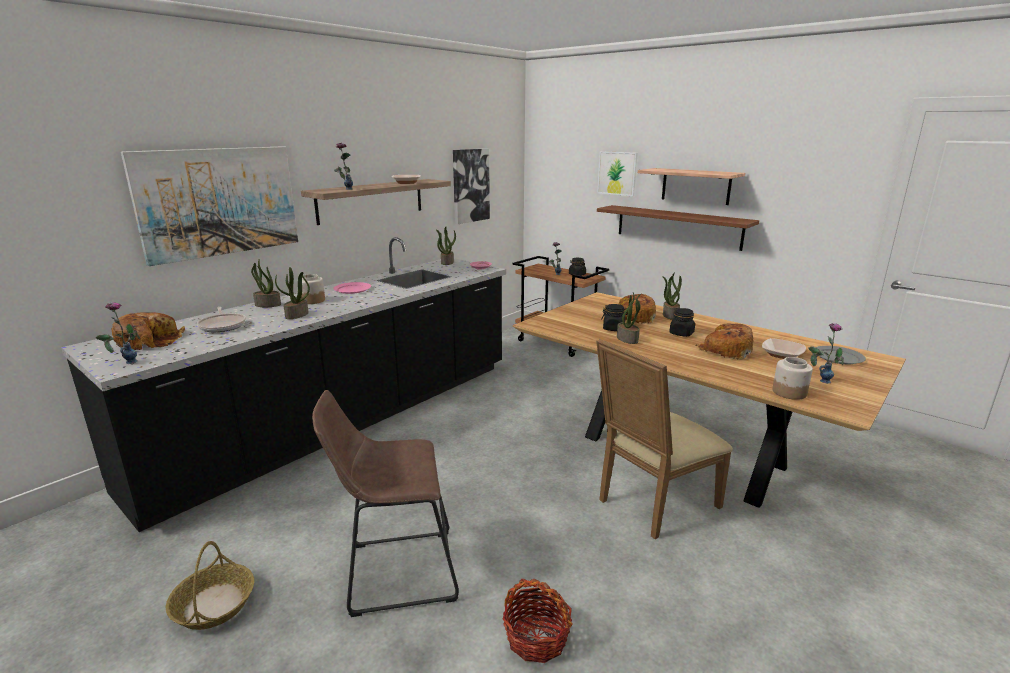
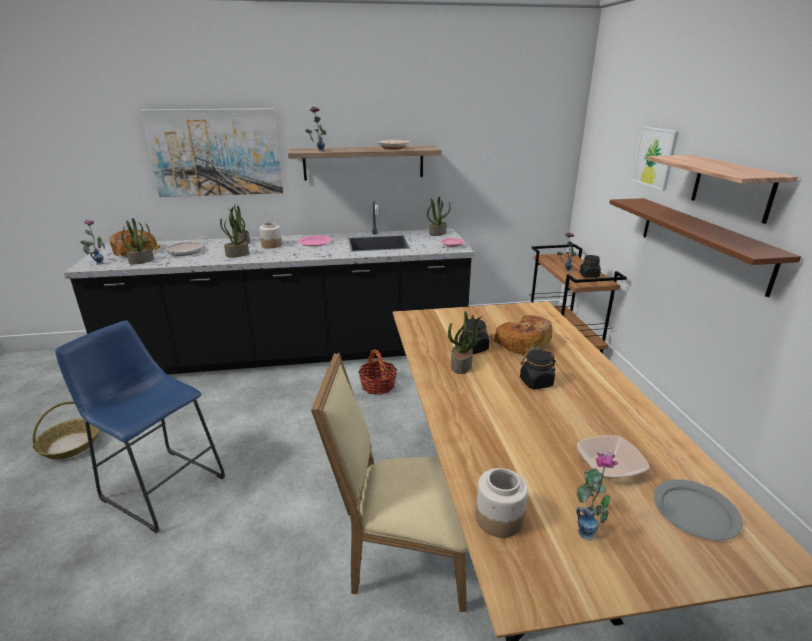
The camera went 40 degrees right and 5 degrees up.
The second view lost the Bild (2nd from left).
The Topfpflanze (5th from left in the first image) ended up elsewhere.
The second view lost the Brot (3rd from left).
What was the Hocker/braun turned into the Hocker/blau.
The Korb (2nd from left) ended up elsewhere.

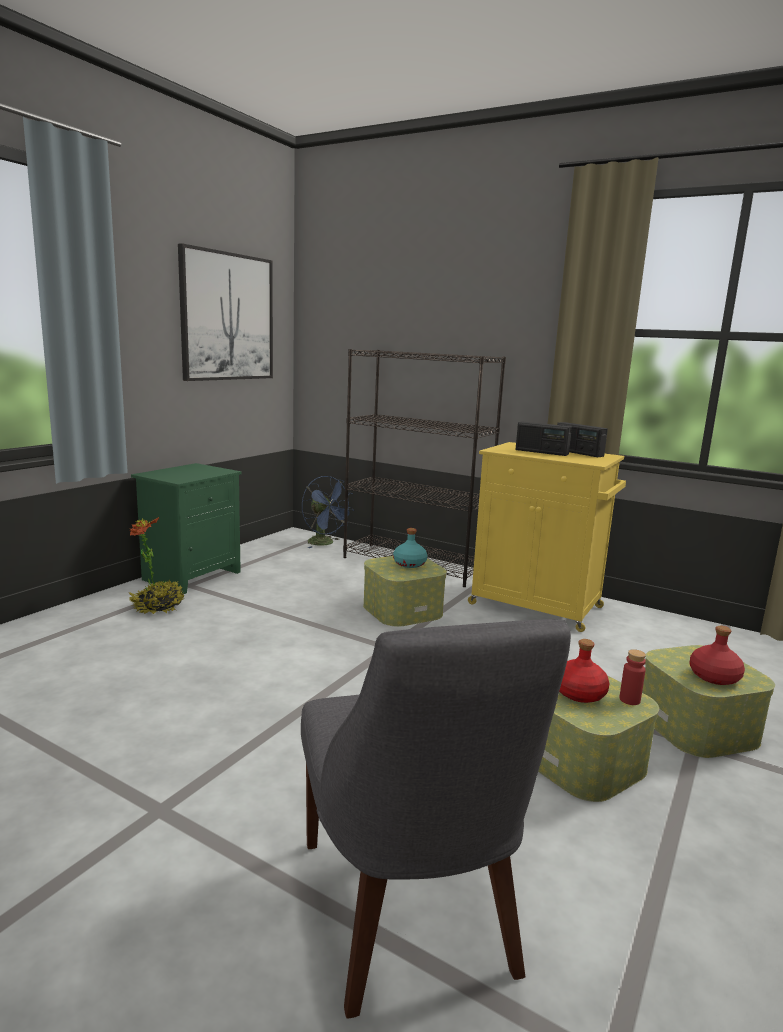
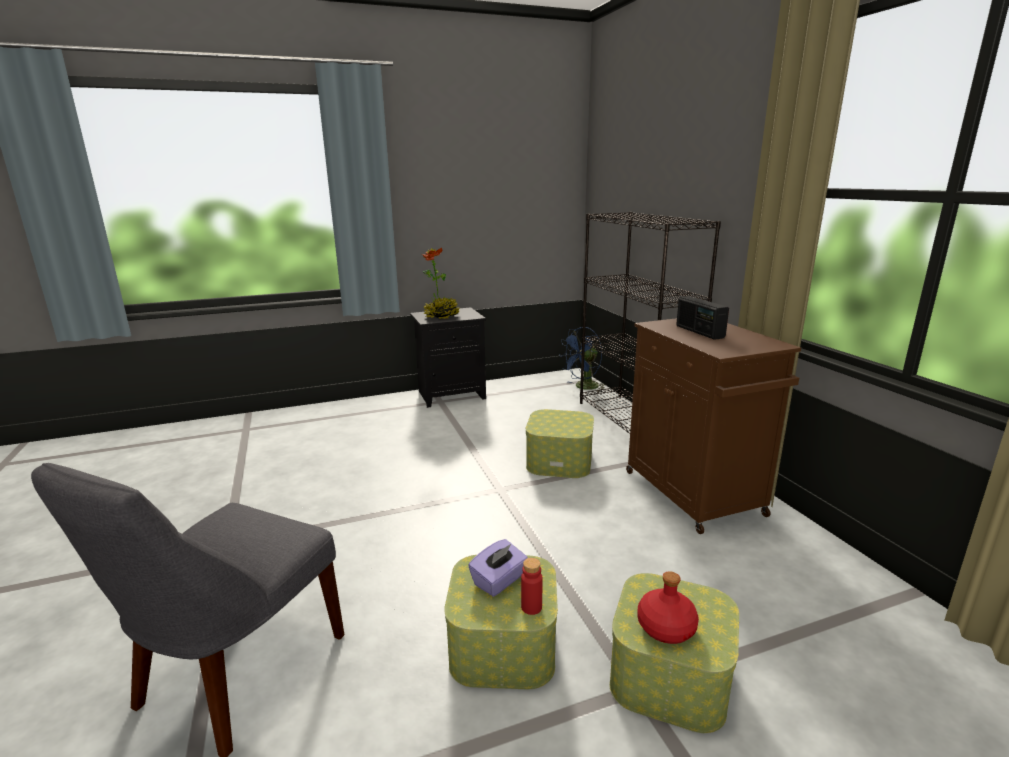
The camera went 40 degrees right and 5 degrees up.
The second view lost the Bild.
The second view lost the Radio (2nd from left).
What was the Schrank/gelb turned into the Schrank/braun.
What was the Nachttisch/grün turned into the Nachttisch/schwarz.
The Ventilator/blau ended up facing another way, 60 degrees clockwise from before.
The Topfpflanze ended up elsewhere.
The second view lost the Flasche/türkis.
Where the Flasche/rot (1st from left) stood, the Taschentuchbox/lila came to stand.

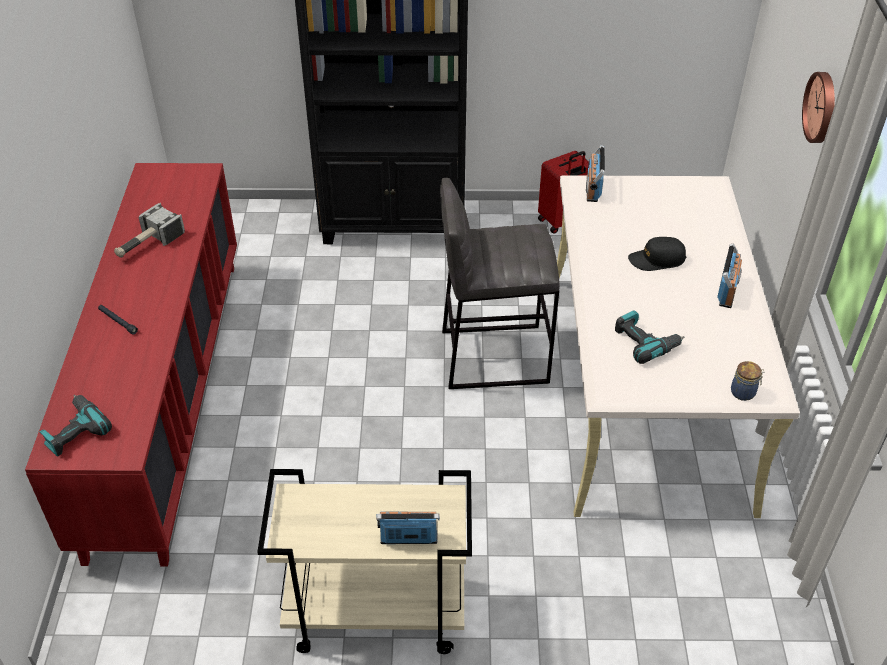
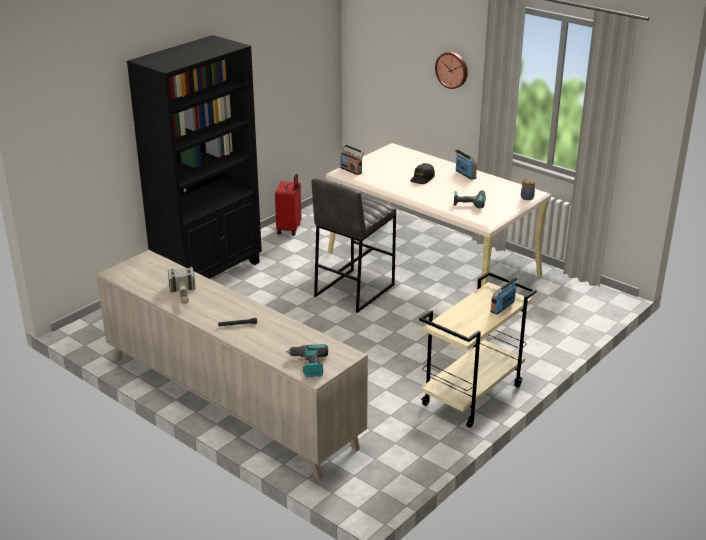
The camera went 50 degrees left and 15 degrees down.
What was the Schrank/rot turned into the Schrank/beige.

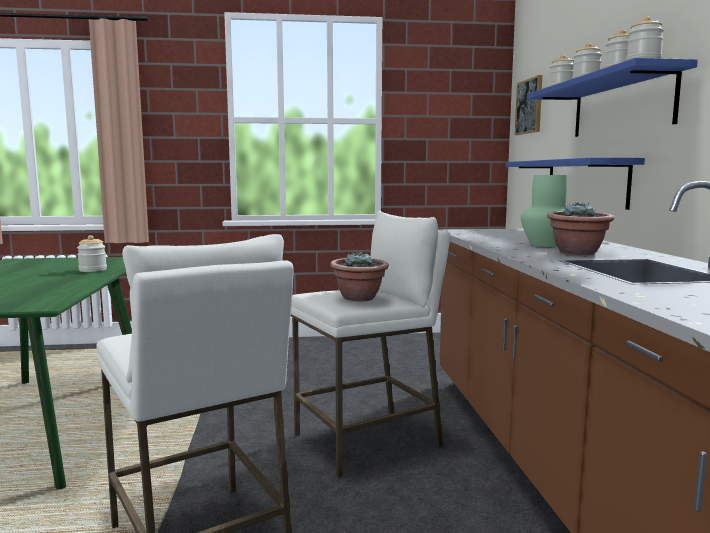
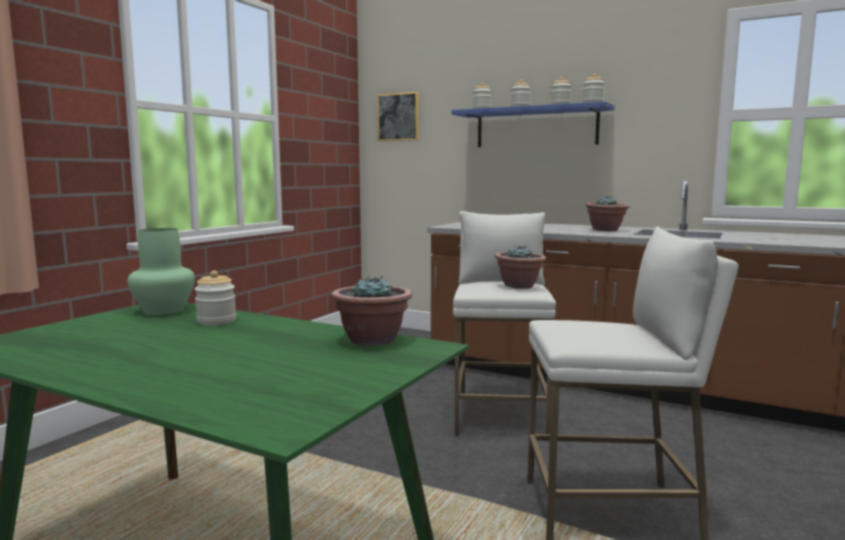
The camera went 55 degrees left and 0 degrees up.
The second view lost the Wandregal/blau (1st from left).
The Vase/grün ended up elsewhere.
The second view gained the Topfpflanze (1st from left).

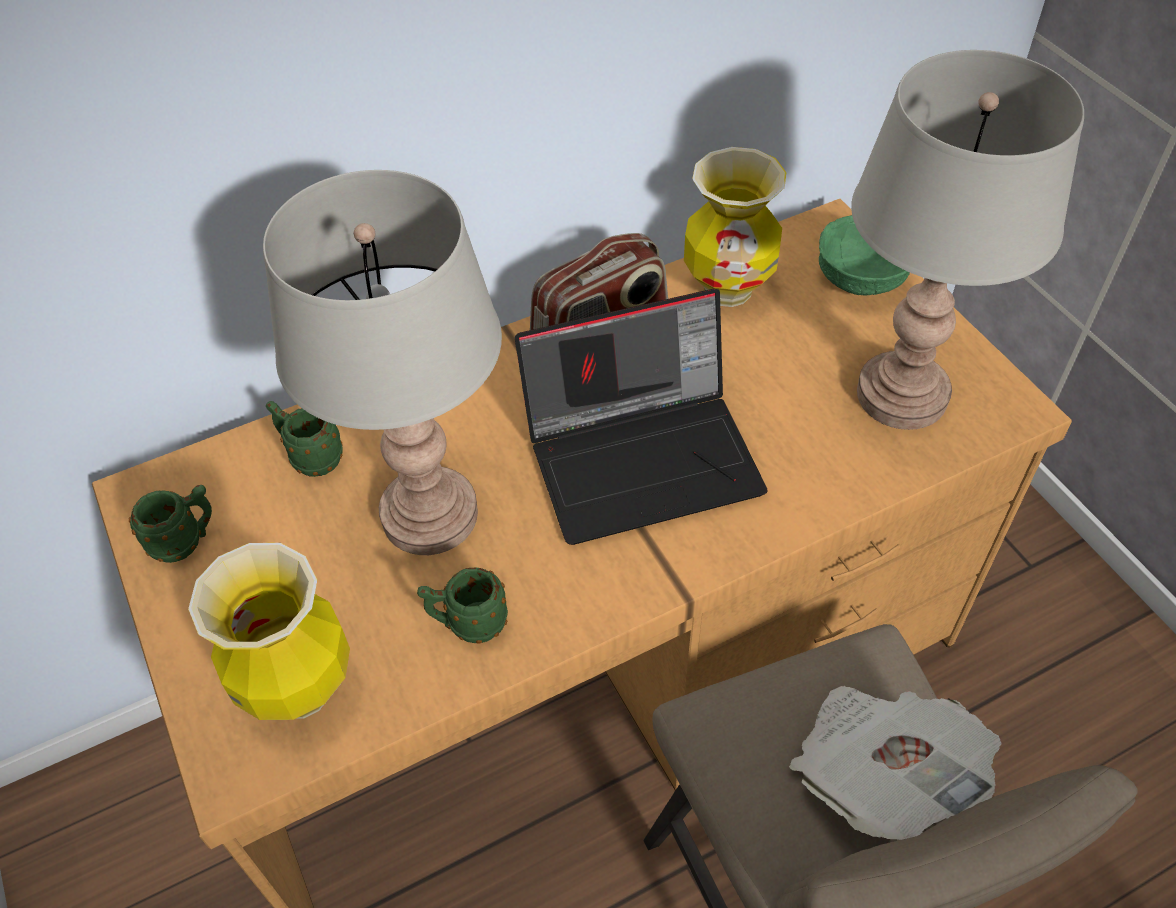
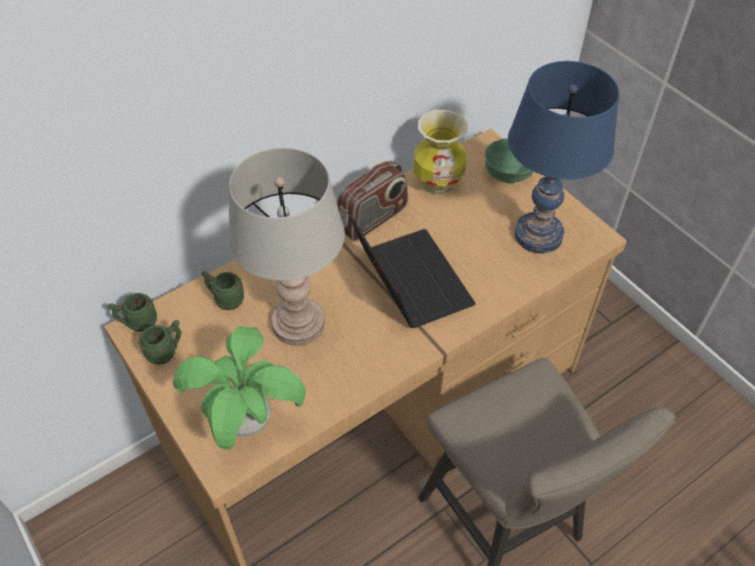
The camera went 10 degrees left and 0 degrees up.
What was the Tischlampe/grau (2nd from left) turned into the Tischlampe/blau.
The Laptop ended up facing another way, 90 degrees counterclockwise from before.
Where the Vase (1st from left) stood, the Topfpflanze came to stand.
The Henkelbecher/grün (3rd from left in the first image) ended up elsewhere.
The second view lost the Zeitung.

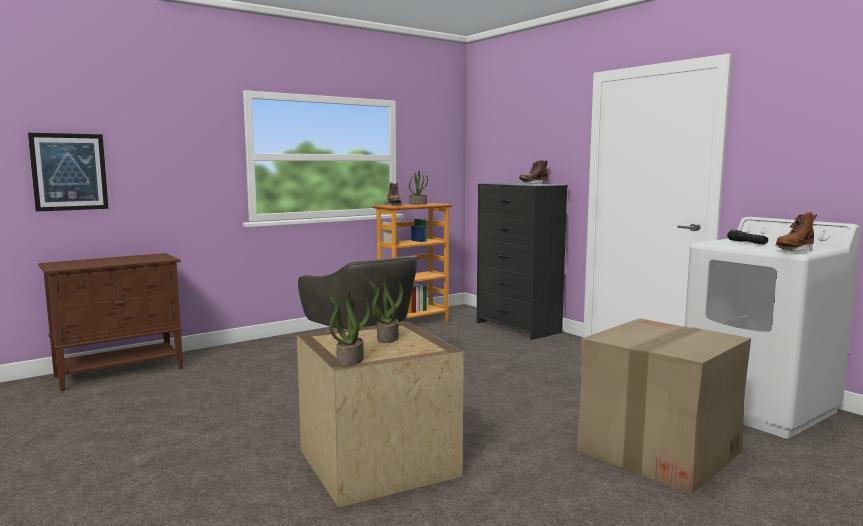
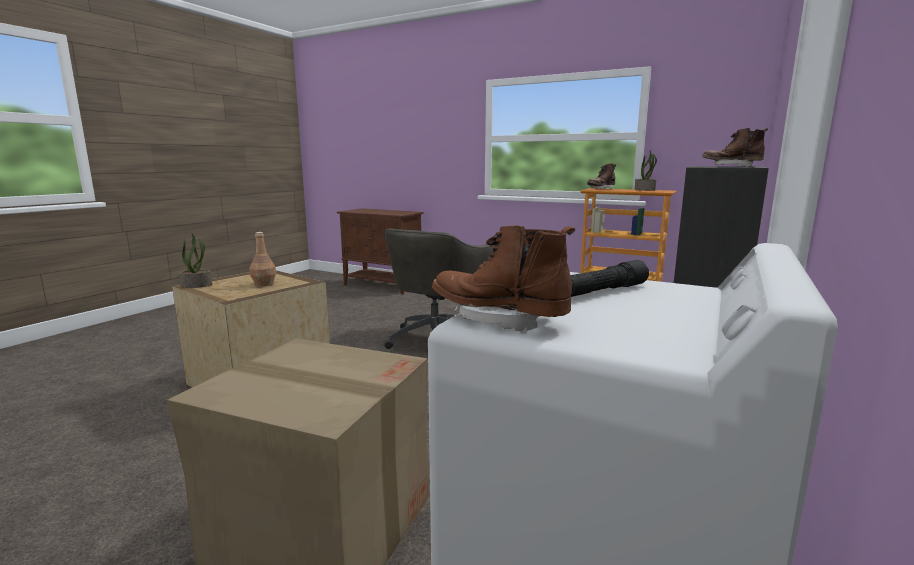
The camera went 65 degrees right and 5 degrees up.
The second view lost the Bild.
Where the Topfpflanze (2nd from left) stood, the Flasche/braun came to stand.

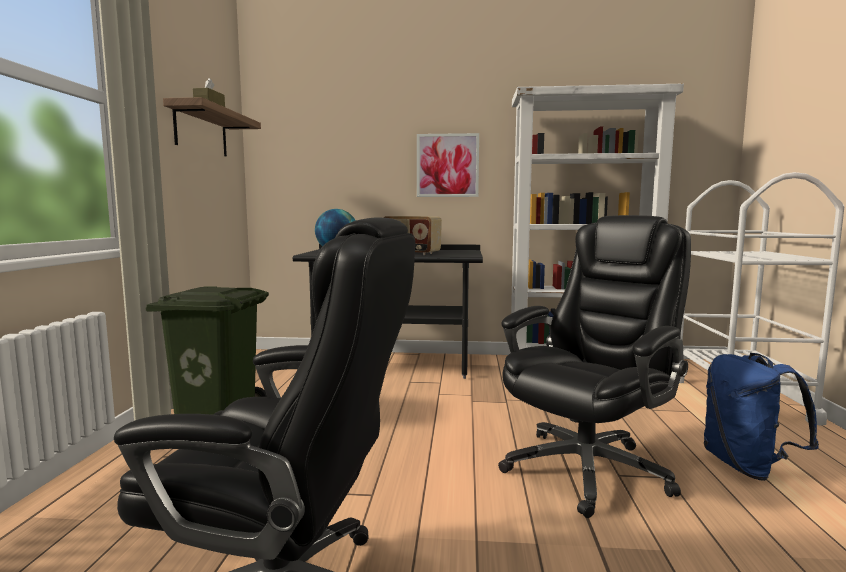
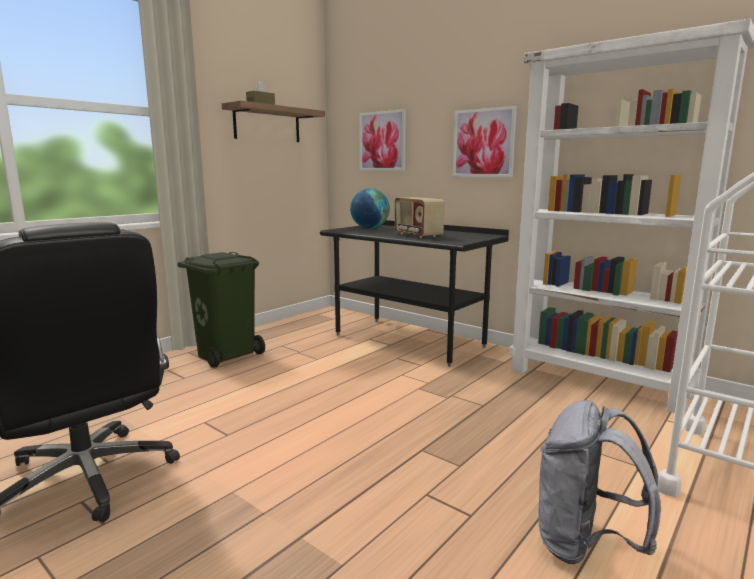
The camera went 35 degrees right and 5 degrees up.
The second view lost the Bürostuhl/schwarz (2nd from left).
What was the Rucksack/blau turned into the Rucksack/grau.
The second view gained the Bild (1st from left).

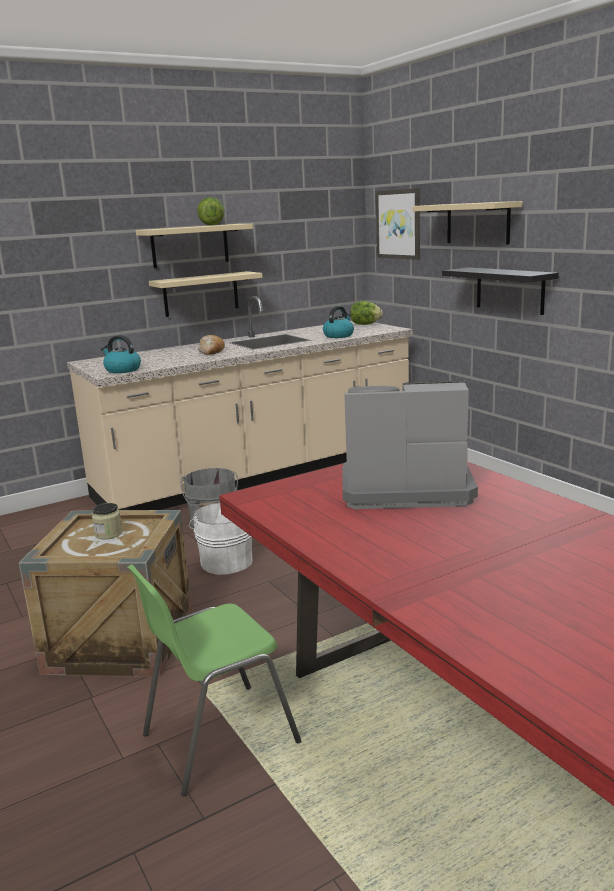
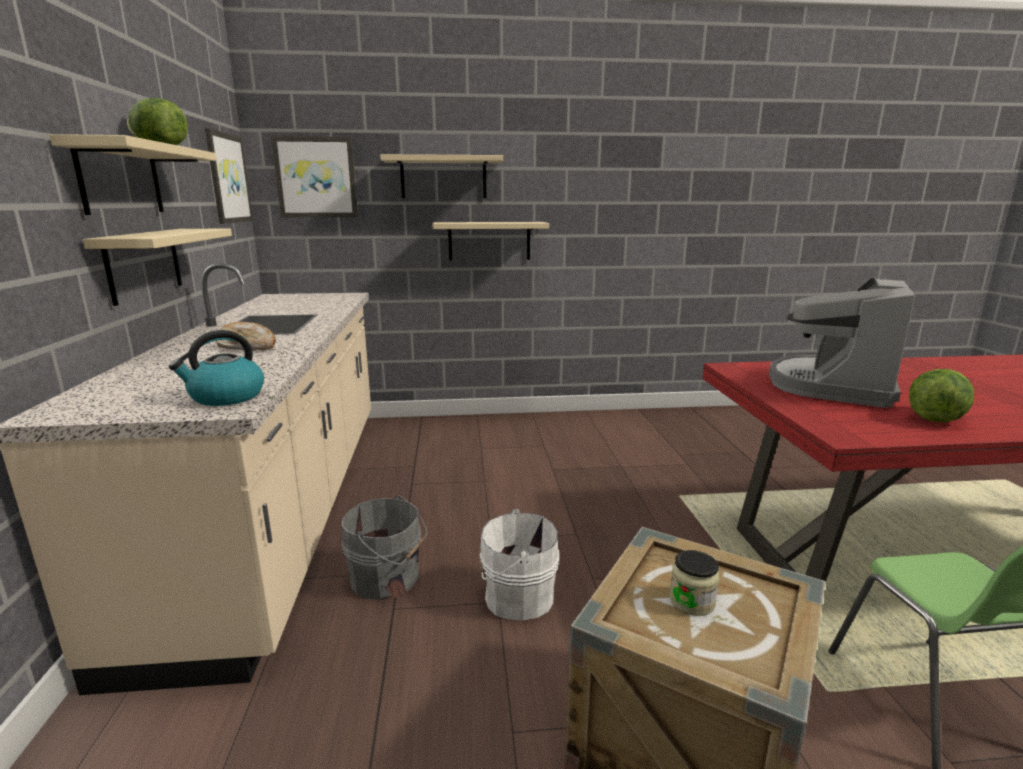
The camera went 65 degrees left and 0 degrees up.
What was the Wandregal/schwarz turned into the Wandregal/beige (4th from left).
The Salatkopf (2nd from left) ended up elsewhere.
The second view lost the Wasserkessel (2nd from left).
The second view gained the Bild (1st from left).

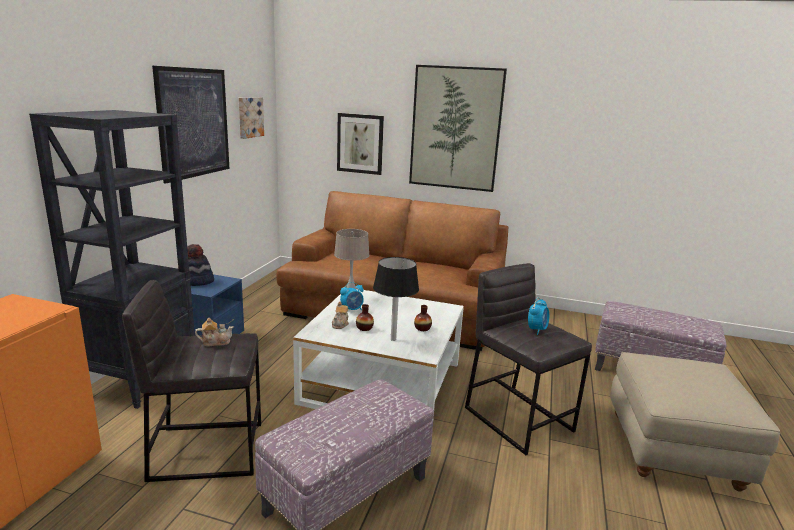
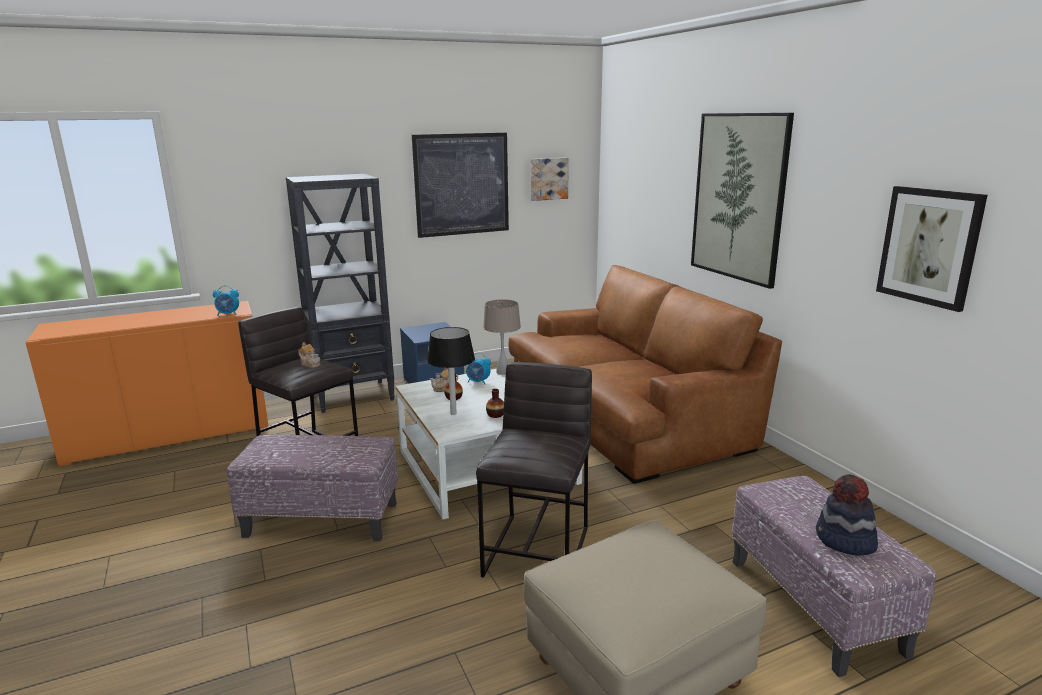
The camera went 50 degrees right and 0 degrees up.
The Bild (3rd from left in the first image) ended up elsewhere.
The Hut ended up elsewhere.
The Wecker (2nd from left in the first image) ended up elsewhere.

